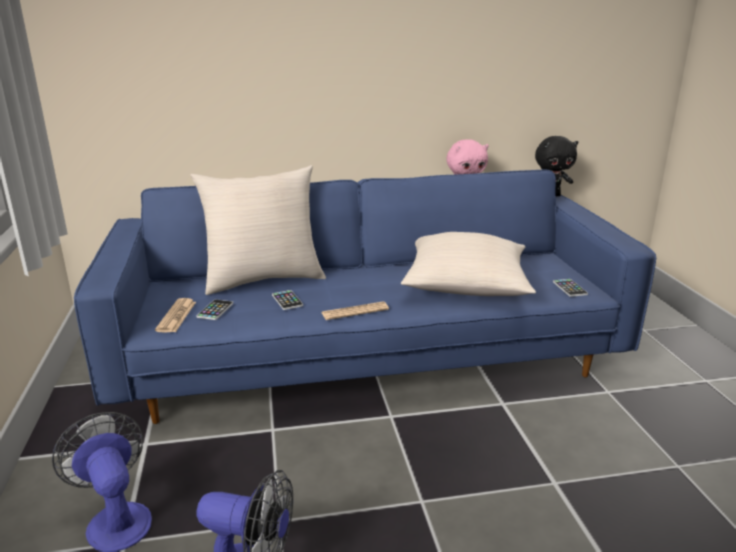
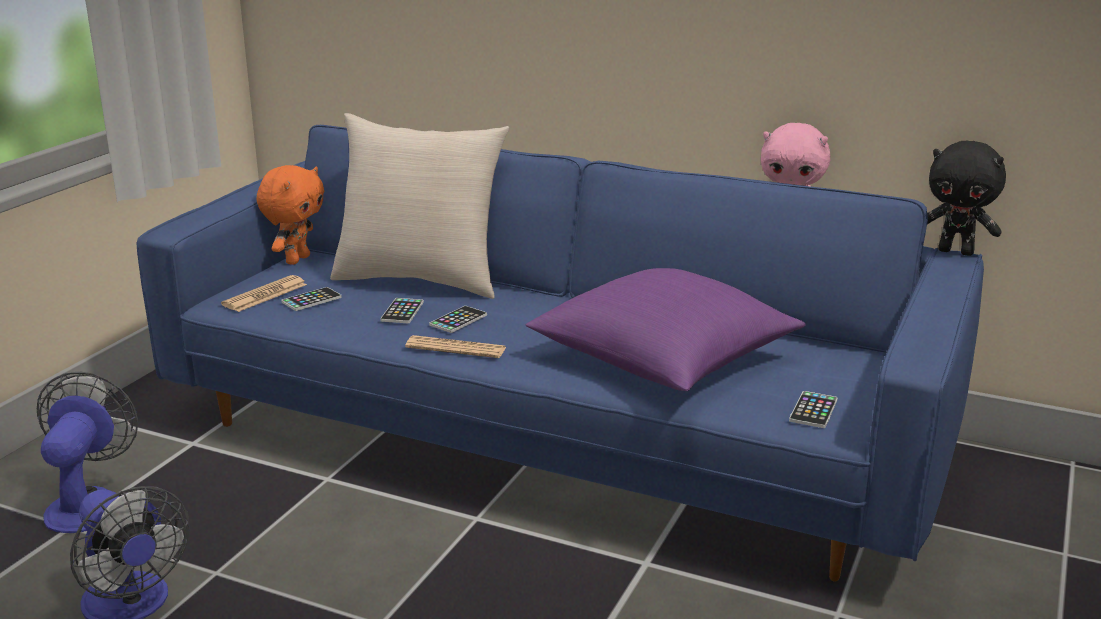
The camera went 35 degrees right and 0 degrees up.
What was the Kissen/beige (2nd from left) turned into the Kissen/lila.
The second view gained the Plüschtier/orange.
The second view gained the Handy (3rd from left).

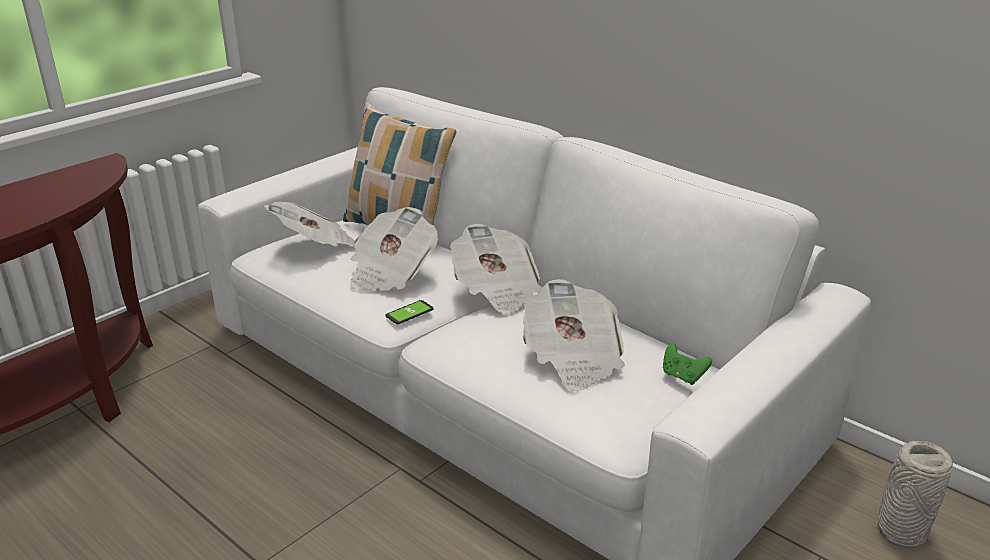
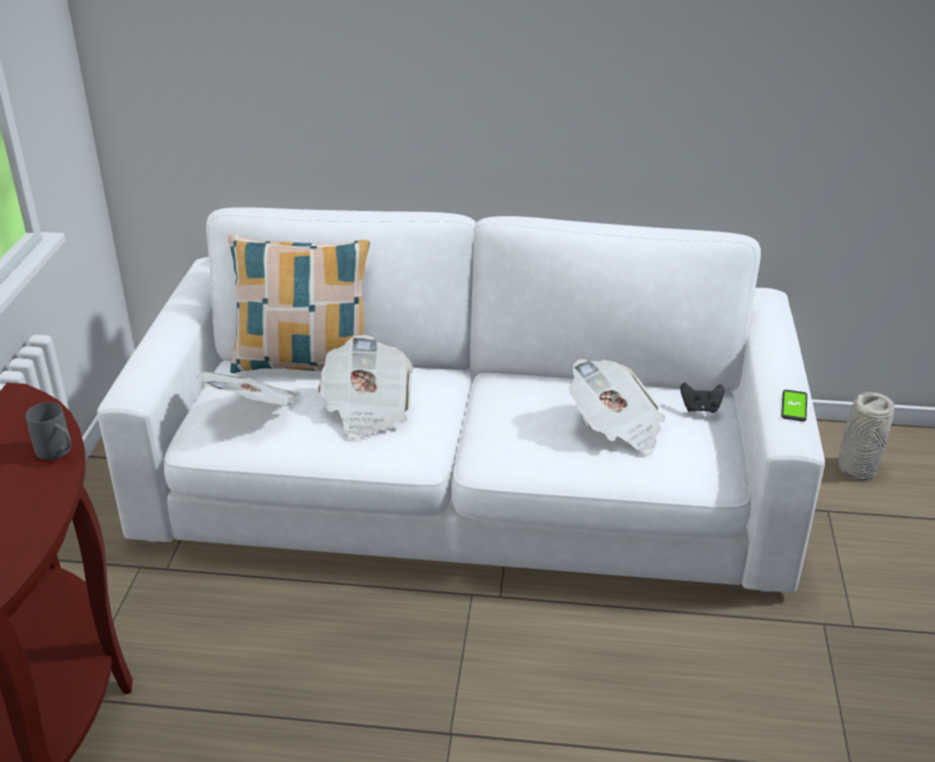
The camera went 35 degrees left and 5 degrees up.
The second view lost the Zeitung (3rd from left).
The Handy ended up elsewhere.
What was the Gamepad/grün turned into the Gamepad/schwarz.
The second view gained the Henkelbecher/grau.

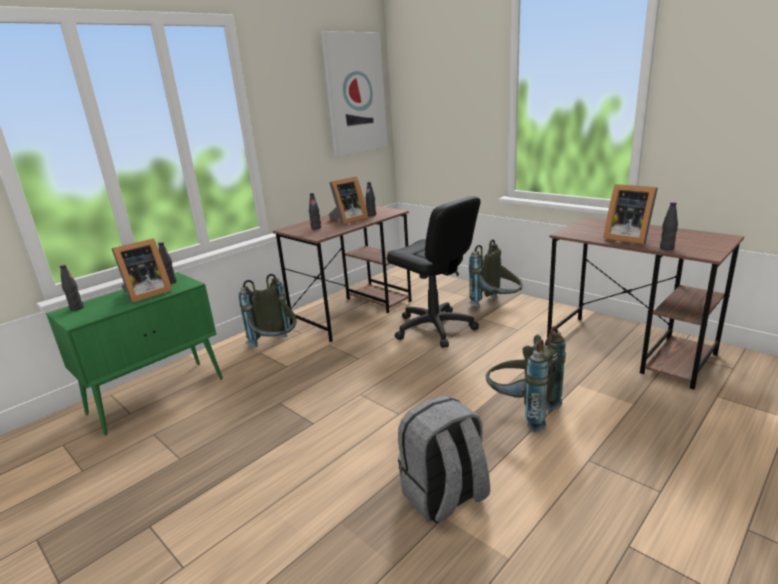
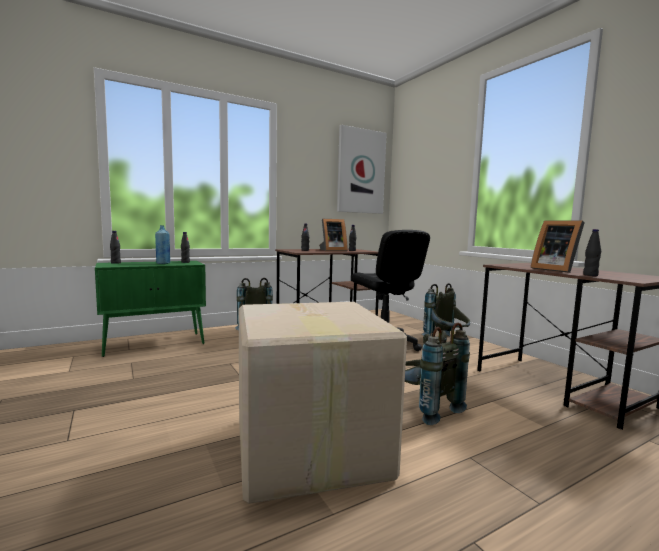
The camera went 15 degrees right and 15 degrees down.
Where the Bilderrahmen (1st from left) stood, the Flasche/blau came to stand.
Where the Rucksack/grau (2nd from left) stood, the Karton came to stand.

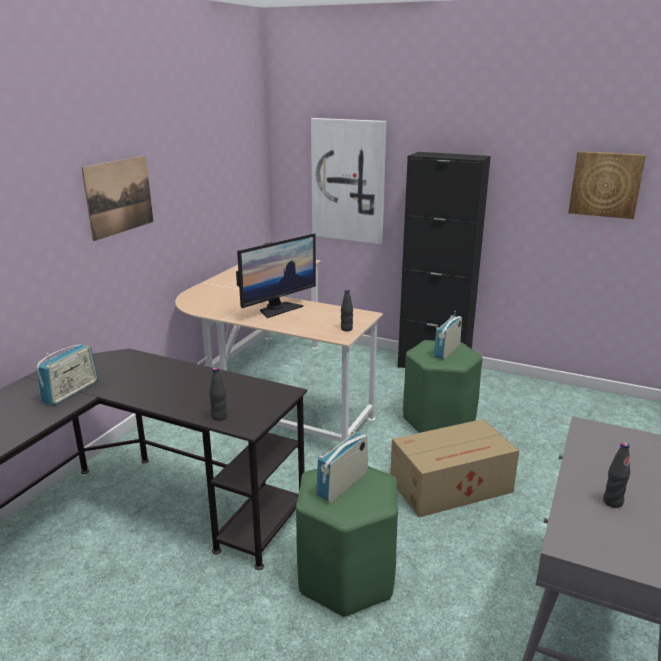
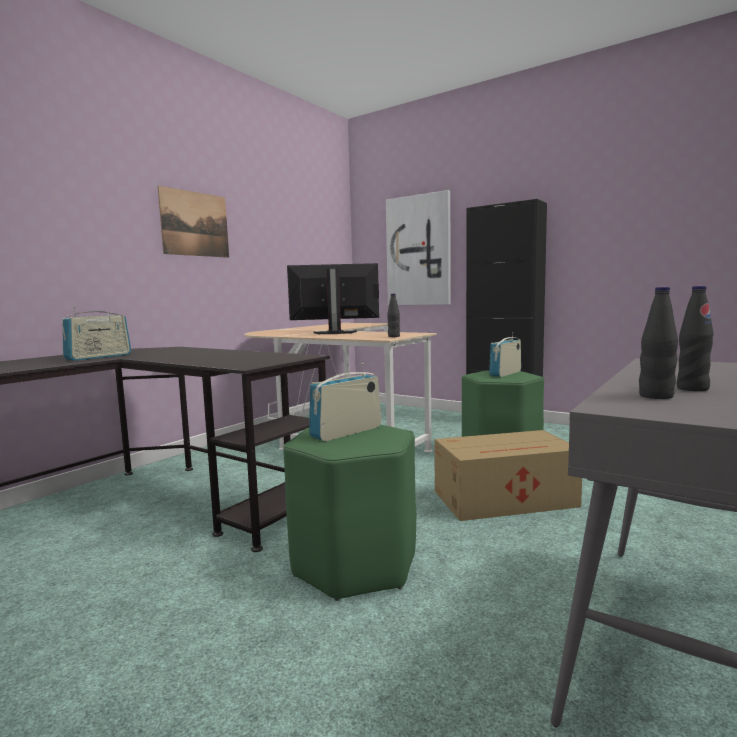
The camera went 10 degrees right and 15 degrees down.
The second view lost the Bild (3rd from left).
The Monitor ended up facing another way, 150 degrees counterclockwise from before.
The Flasche/schwarz (1st from left in the first image) ended up elsewhere.

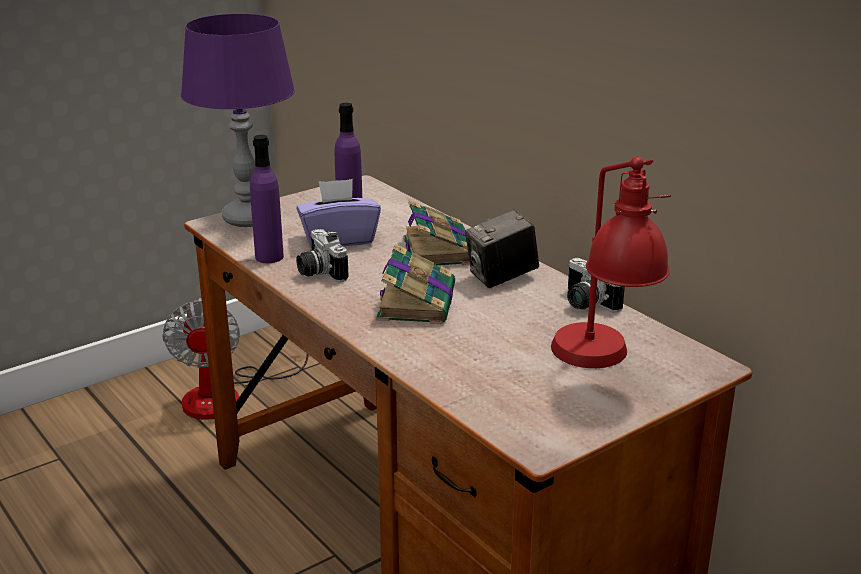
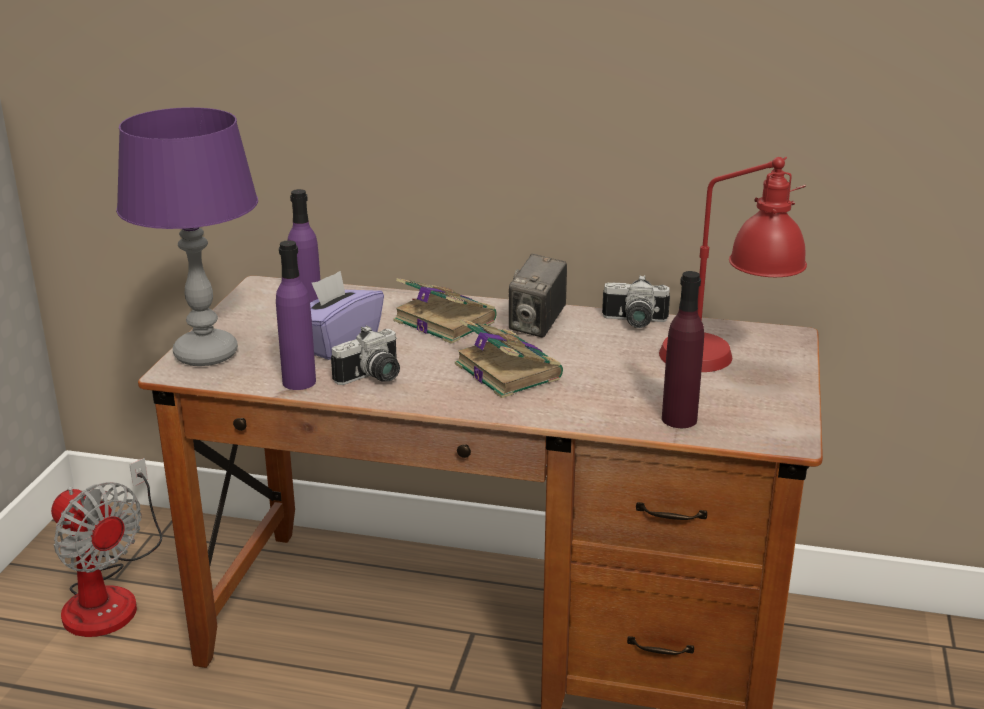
The camera went 40 degrees left and 0 degrees up.
The Kamera (1st from left) ended up facing another way, 60 degrees counterclockwise from before.
The second view gained the Flasche/lila (3rd from left).

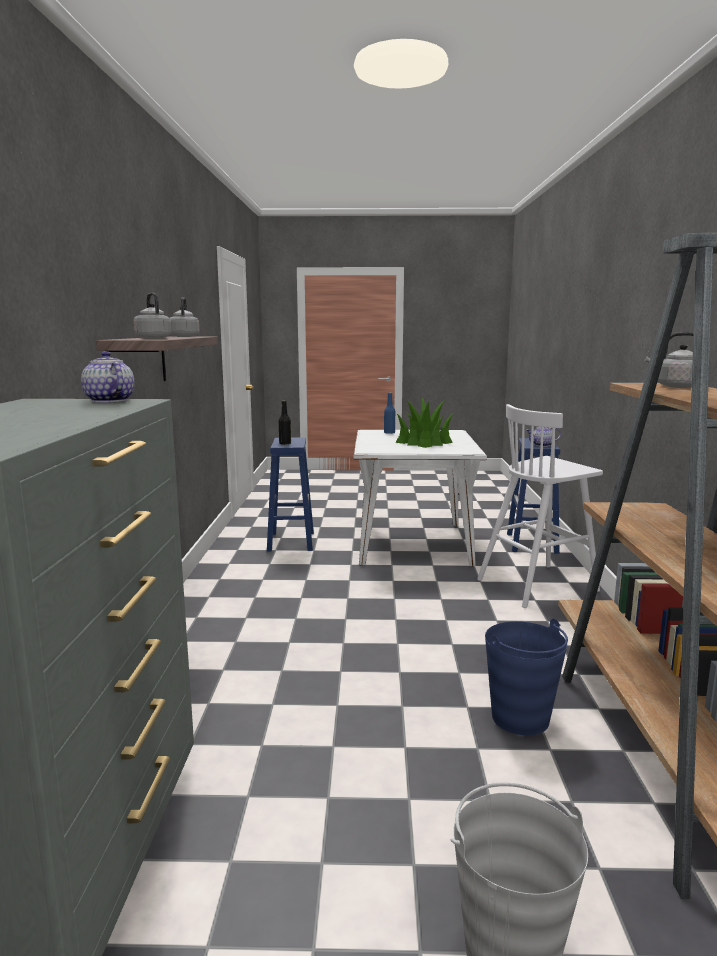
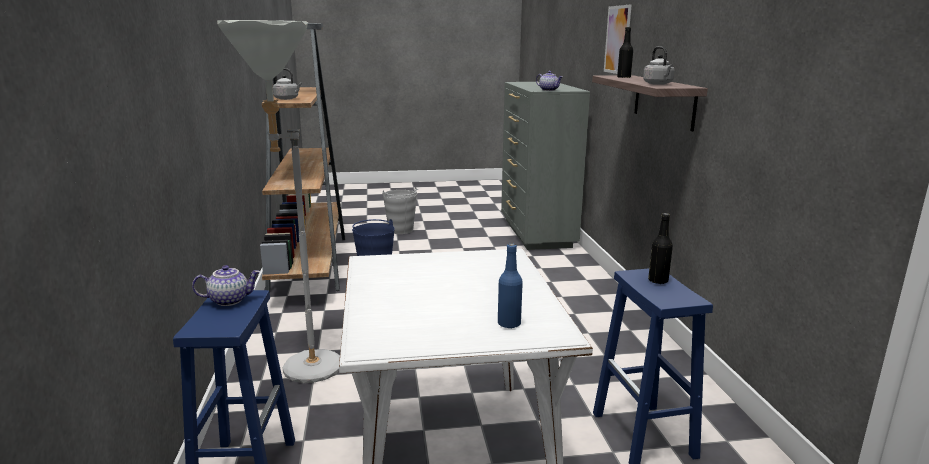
The camera went 170 degrees right and 5 degrees up.
Where the Wasserkessel/grau (1st from left) stood, the Flasche/schwarz (1st from left) came to stand.
The second view lost the Topfpflanze.
Where the Hocker/weiß stood, the Stehlampe/grau came to stand.
The second view gained the Bild.

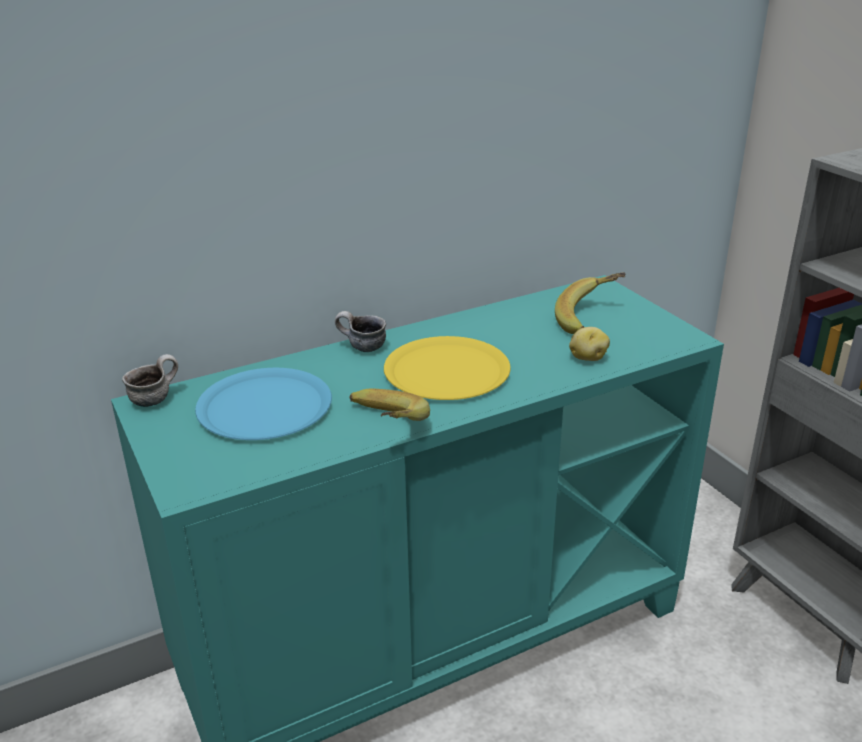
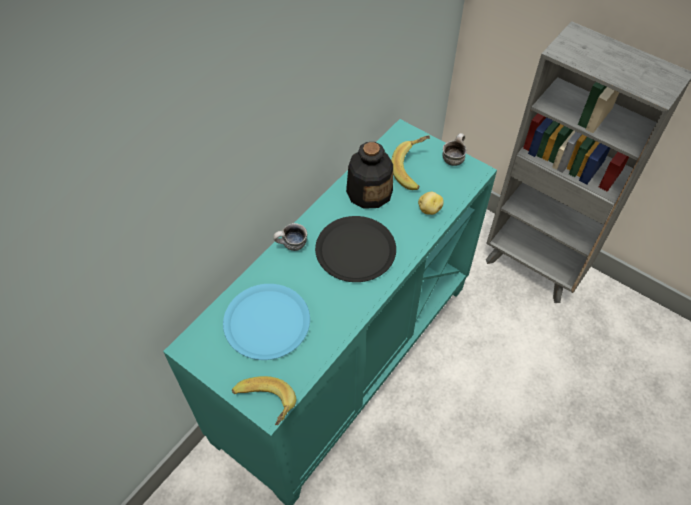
The camera went 25 degrees left and 25 degrees up.
What was the Teller/gelb turned into the Teller/schwarz.
The Henkelbecher (1st from left in the first image) ended up elsewhere.
The Banane (1st from left) ended up elsewhere.
The second view gained the Flasche.

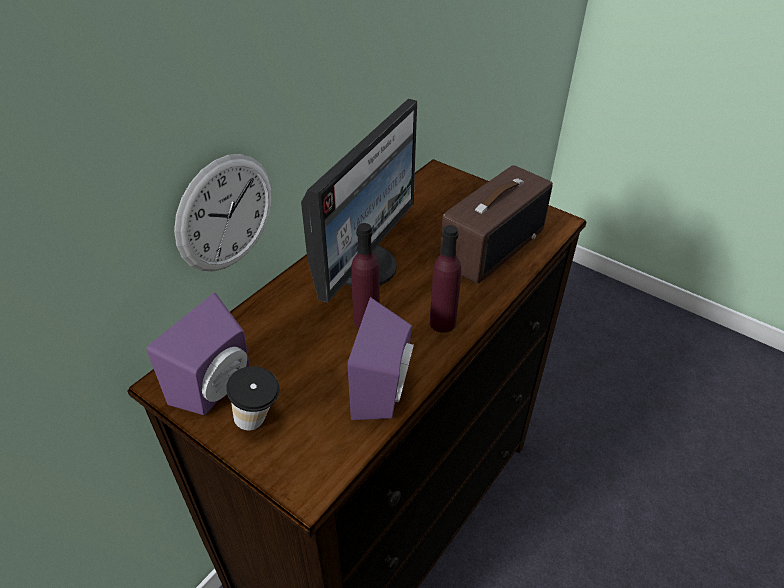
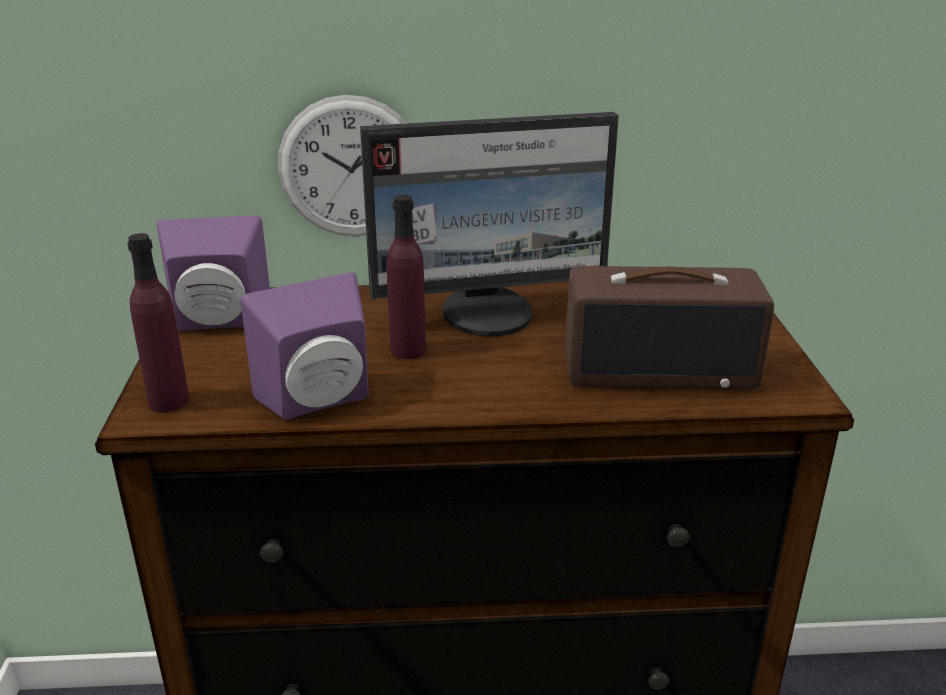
The camera went 50 degrees right and 15 degrees down.
The Flasche/lila (2nd from left in the first image) ended up elsewhere.
The second view lost the Tasse.

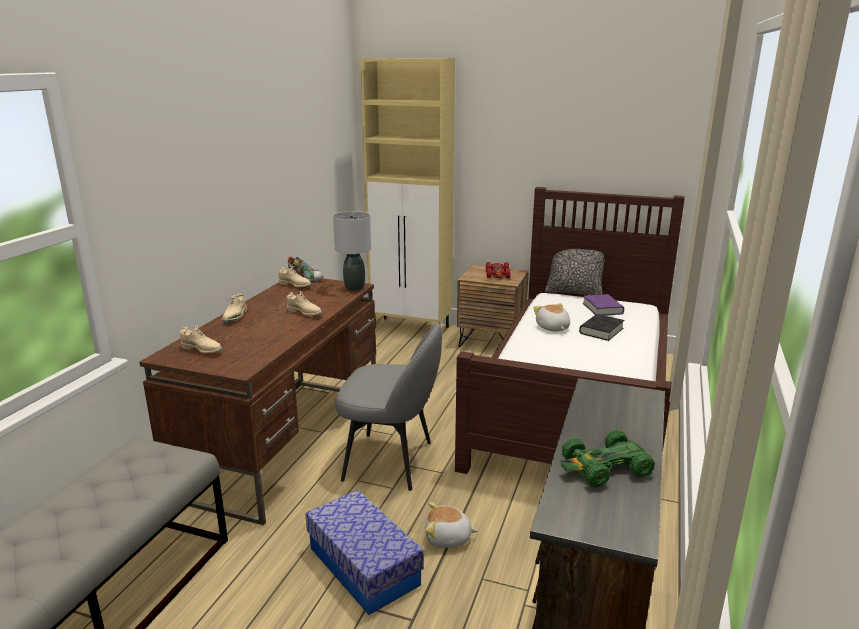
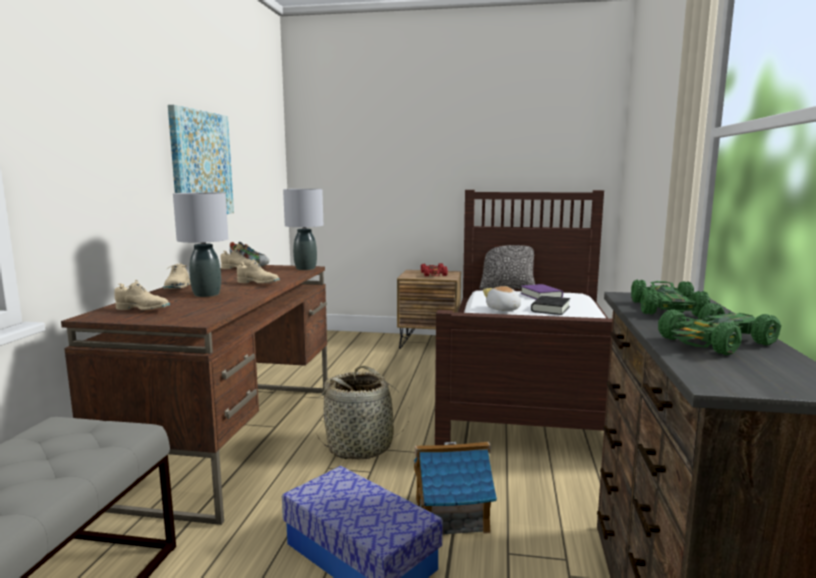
The camera went 10 degrees left and 10 degrees down.
The second view lost the Schrank/beige.
Where the Stuhl/grau stood, the Korb came to stand.
Where the Plüschtier (1st from left) stood, the Spielzeughaus came to stand.
The second view gained the Bild.
The second view gained the Tischlampe/grau (1st from left).
The second view gained the Spielzeugauto/grün (1st from left).

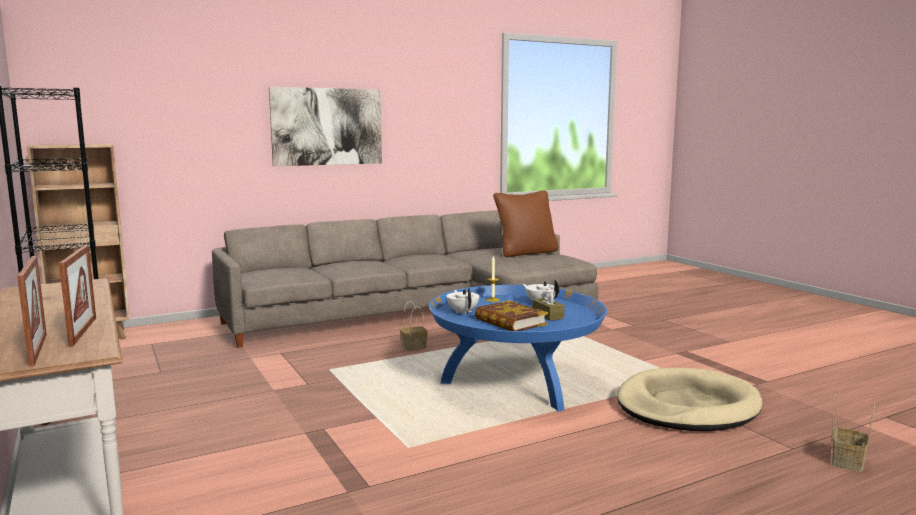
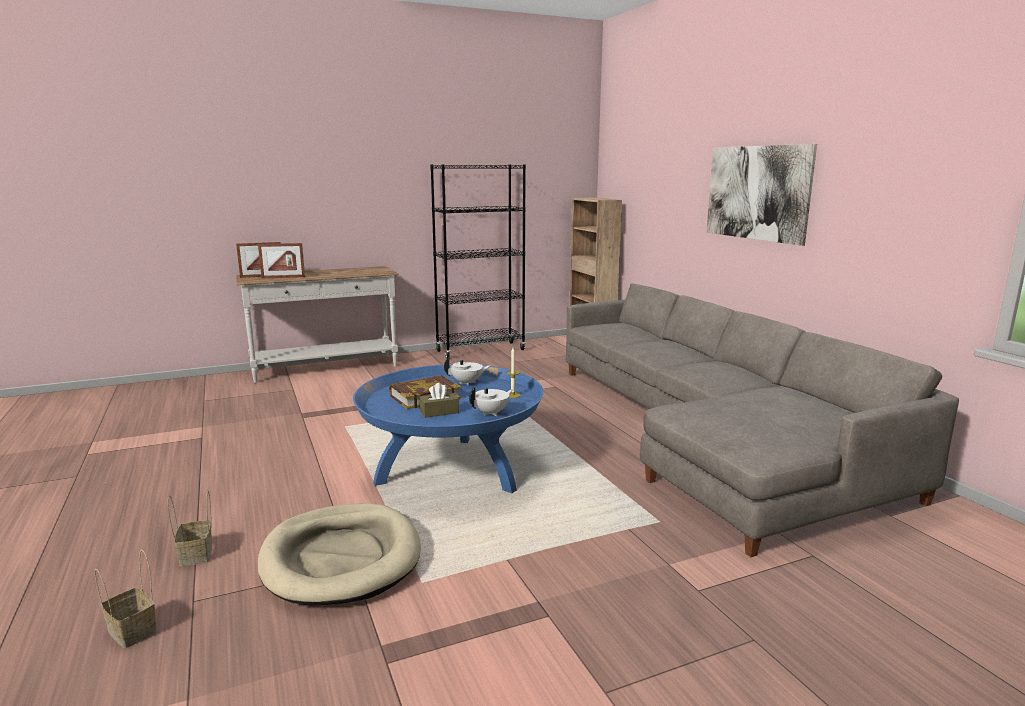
The camera went 95 degrees right and 5 degrees up.
The second view lost the Kissen/braun.
The Korb (1st from left in the first image) ended up elsewhere.

